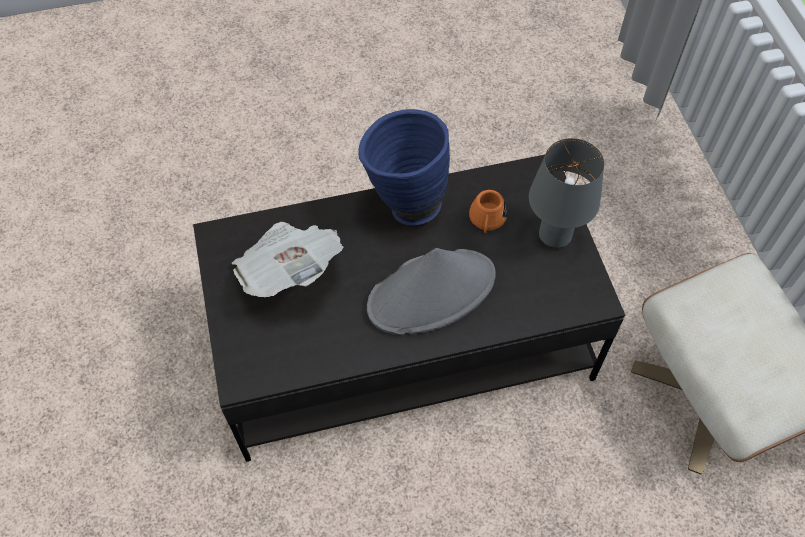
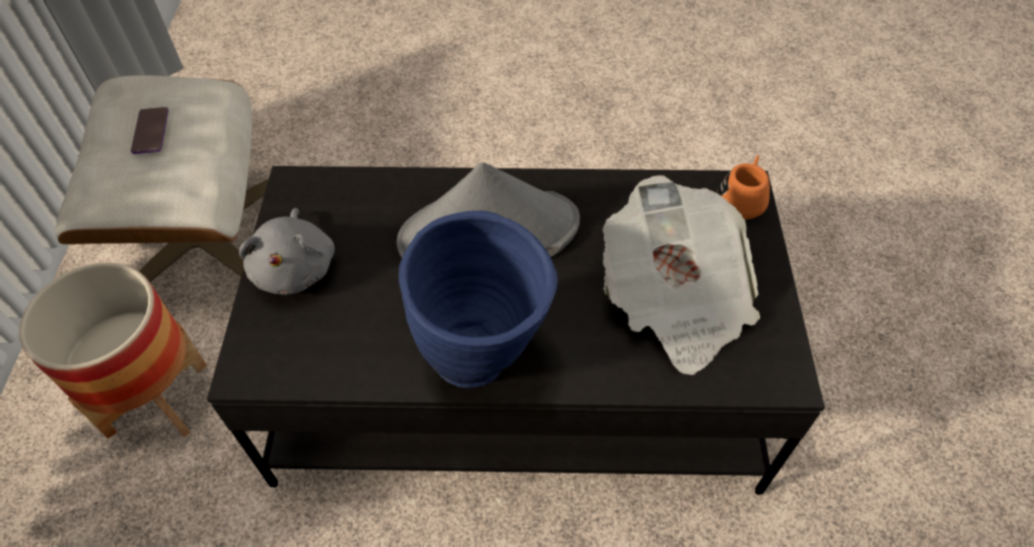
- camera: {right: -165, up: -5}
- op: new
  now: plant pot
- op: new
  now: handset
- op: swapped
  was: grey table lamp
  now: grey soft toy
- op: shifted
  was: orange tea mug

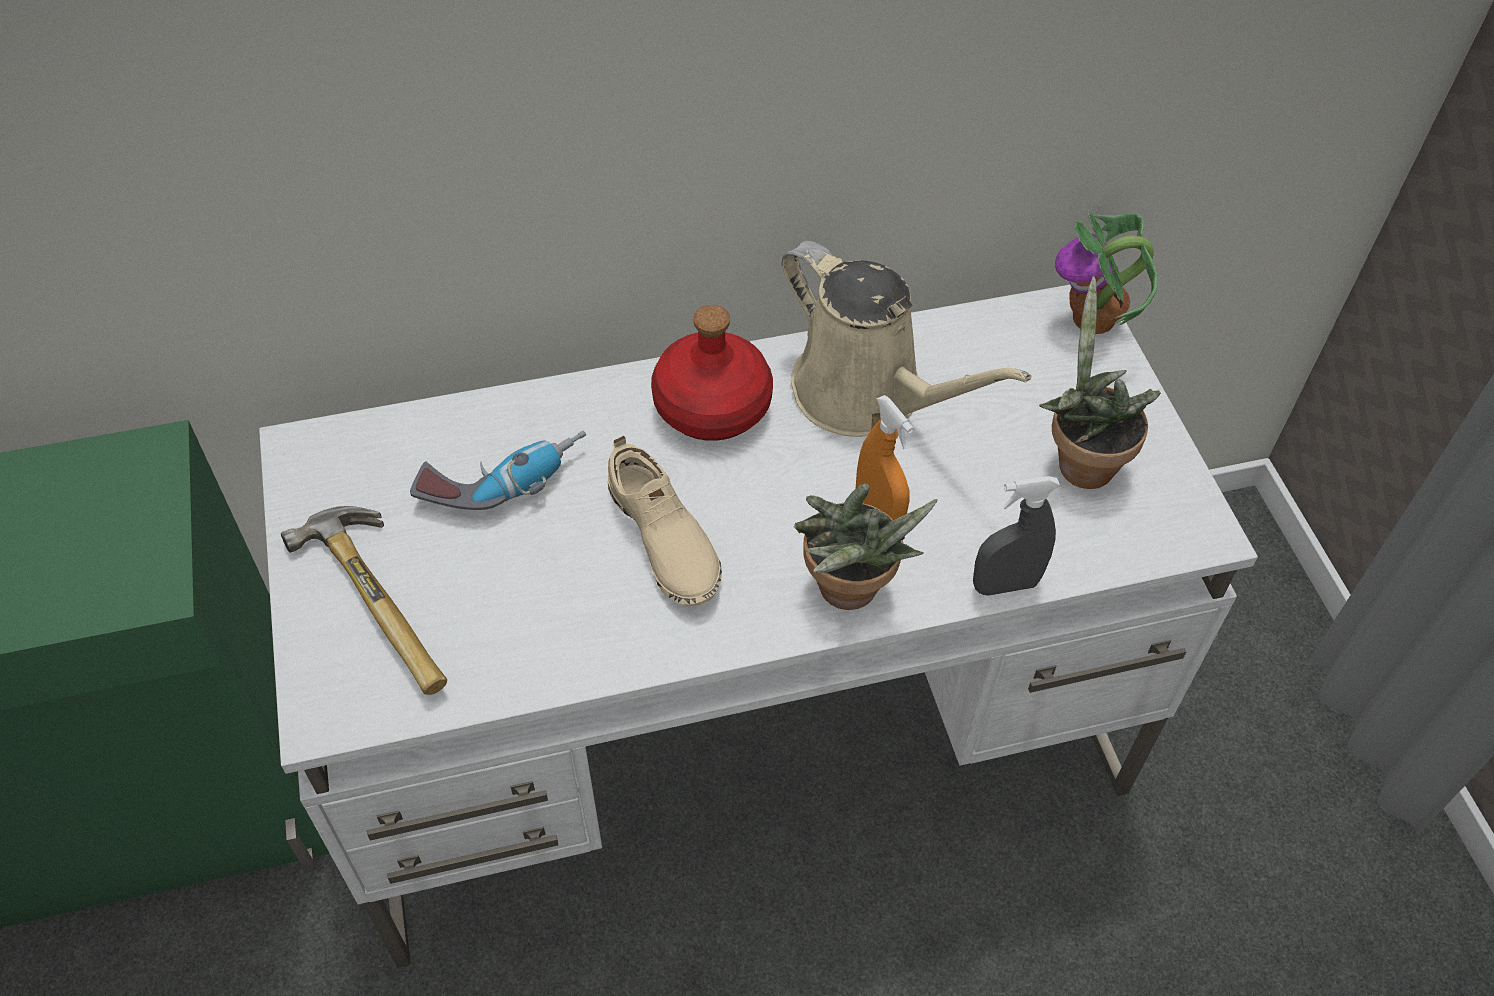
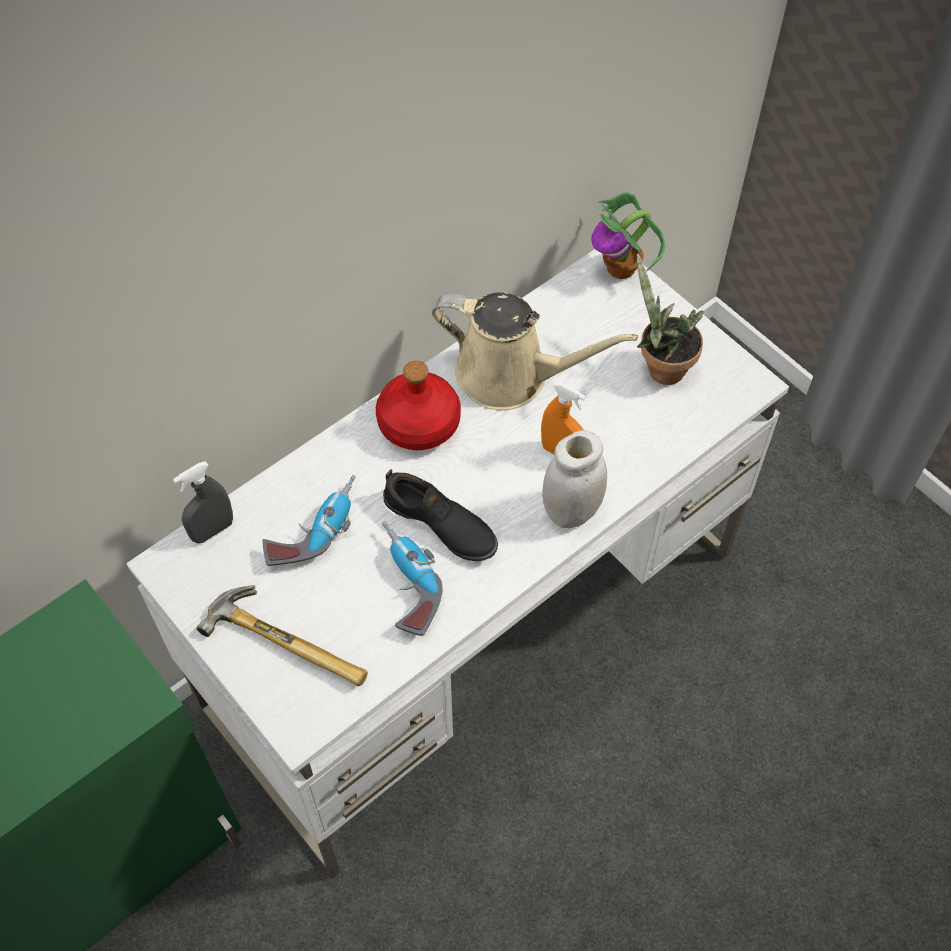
- camera: {right: -25, up: 5}
- op: shifted
  was: grey spray bottle
- op: new
  now: drill (no. 2 from left)
- op: repainted
  was: beige-coloured item of footwear
  now: black-coloured item of footwear
- op: swapped
  was: potted plant (no. 1 from left)
  now: white jar

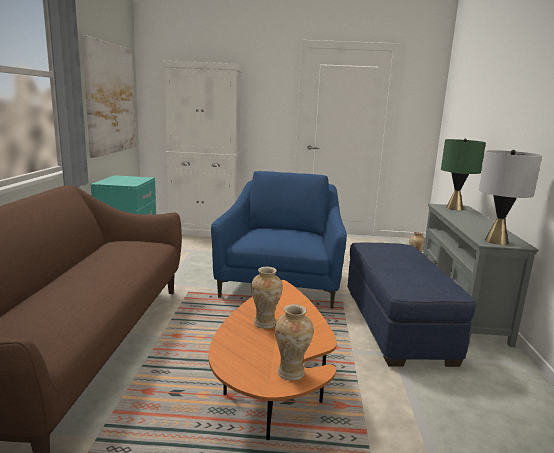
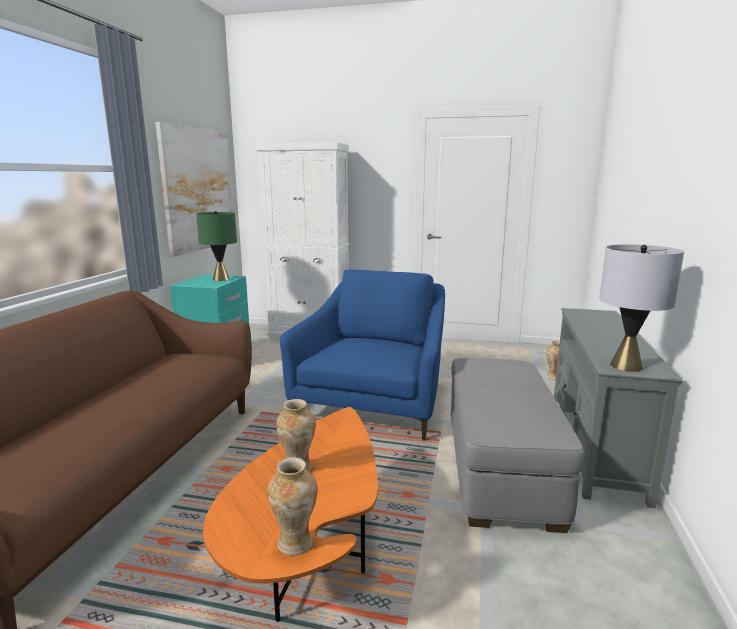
- camera: {right: 10, up: 0}
- op: shifted
  was: greenish table lamp
- op: repainted
  was: bluish pouffe
  now: grey pouffe

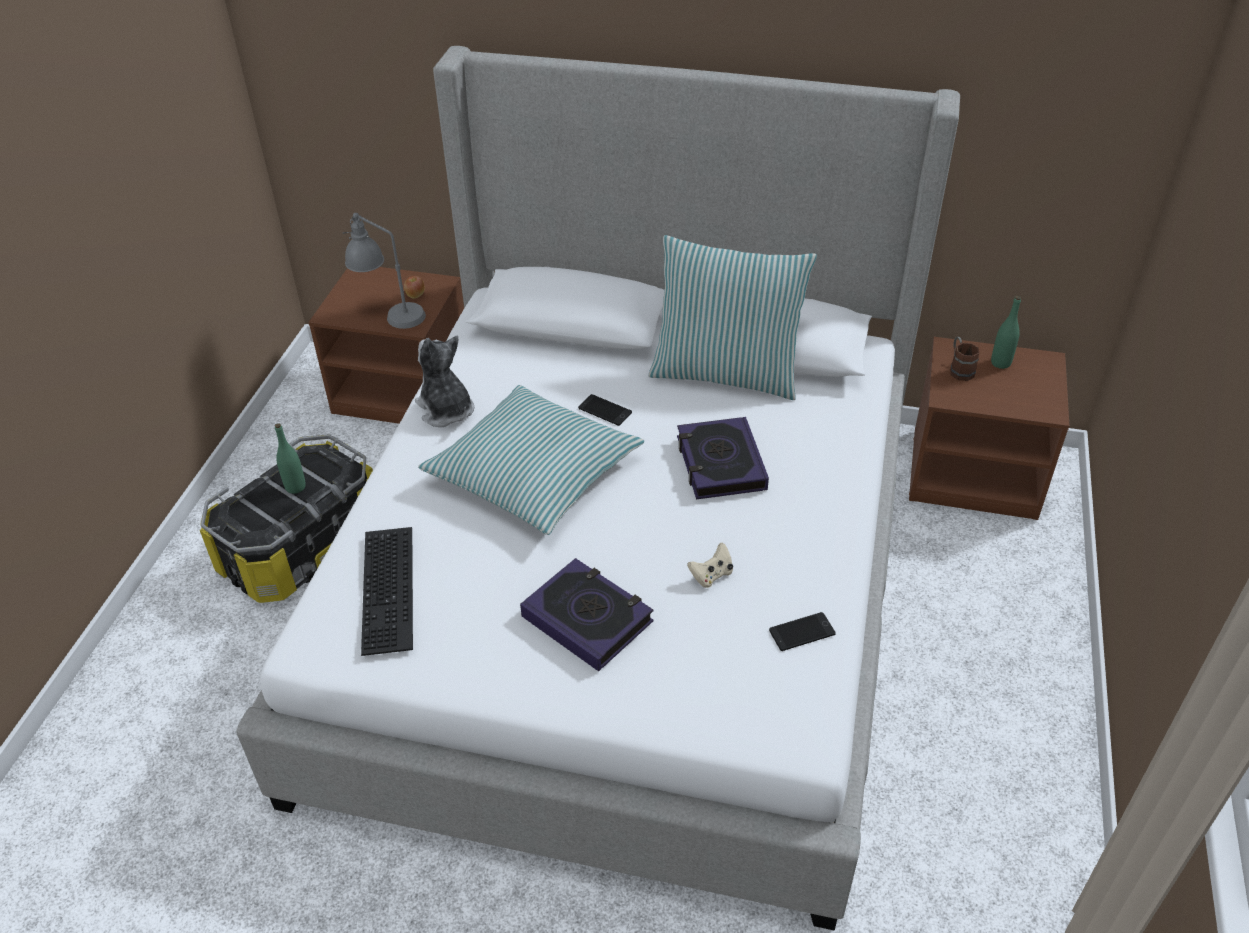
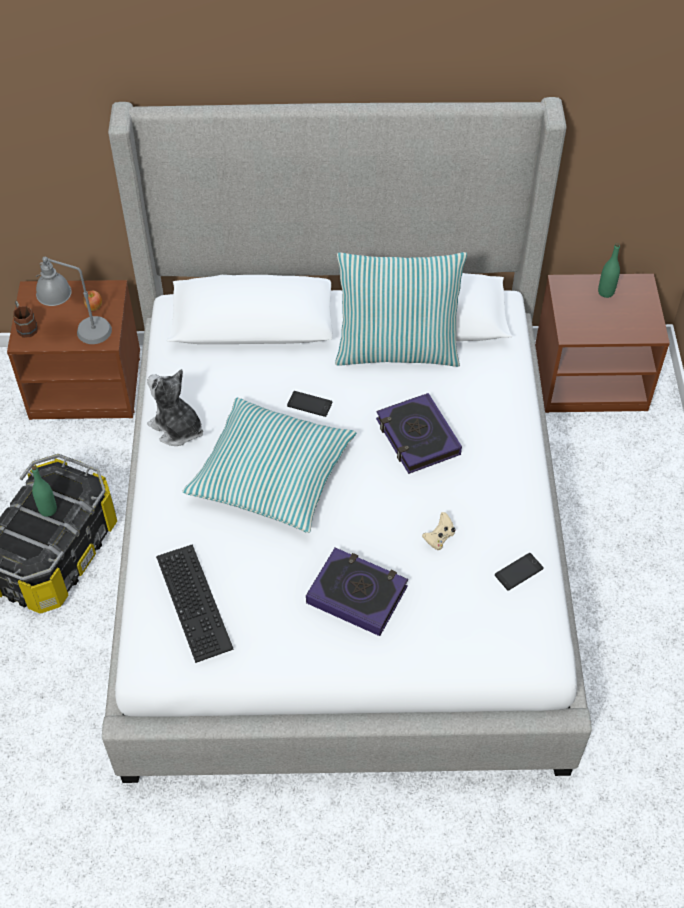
- camera: {right: -15, up: 10}
- op: shifted
  was: brown tea mug

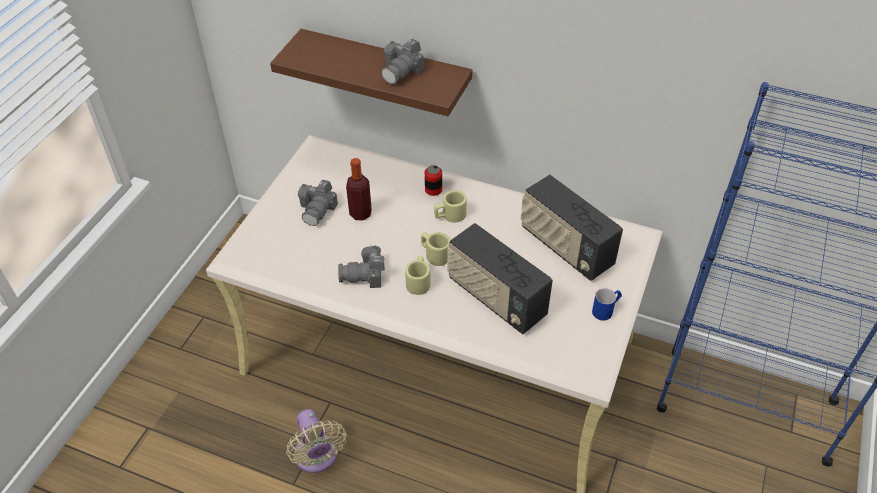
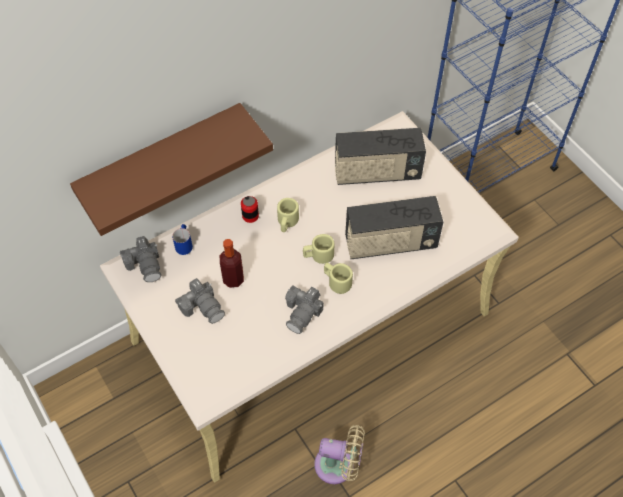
- camera: {right: -55, up: 10}
- op: shifted
  was: still camera (no. 3 from left in the first image)
  now: still camera (no. 1 from left)
- op: shifted
  was: bluish tea mug

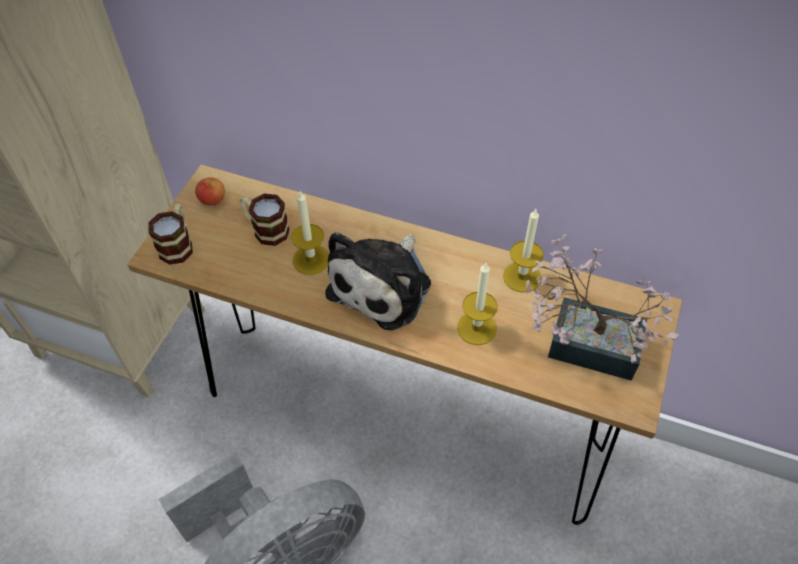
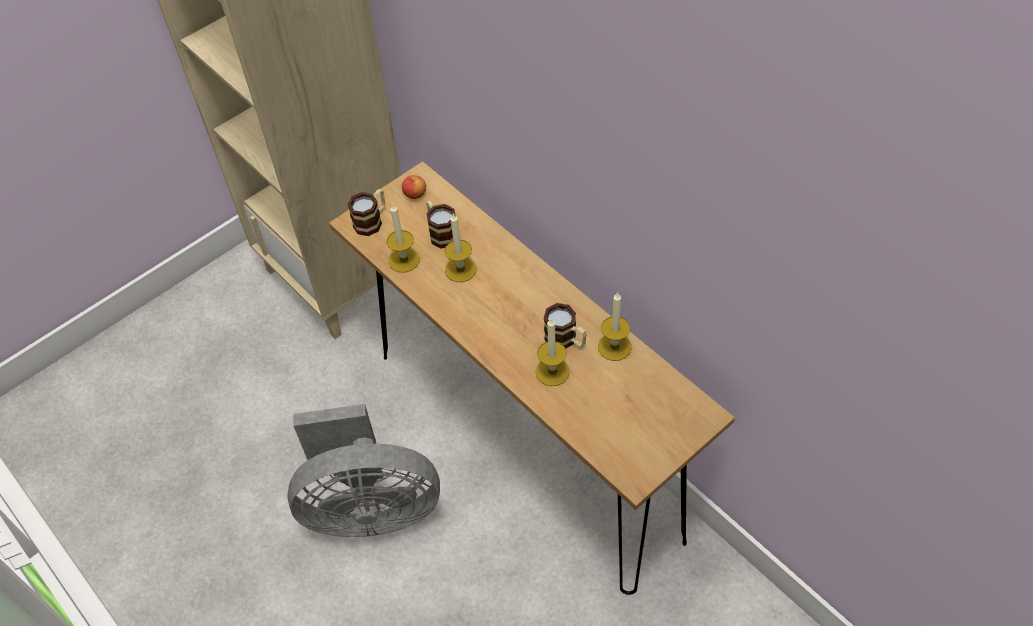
- camera: {right: 30, up: 0}
- op: new
  now: wax light (no. 1 from left)
- op: new
  now: tea mug (no. 3 from left)
- op: gone
  was: soft toy
- op: gone
  was: potted plant

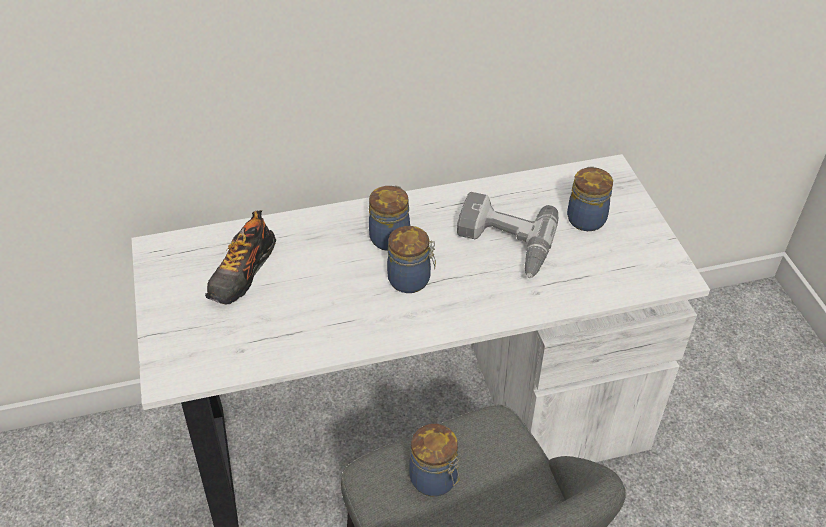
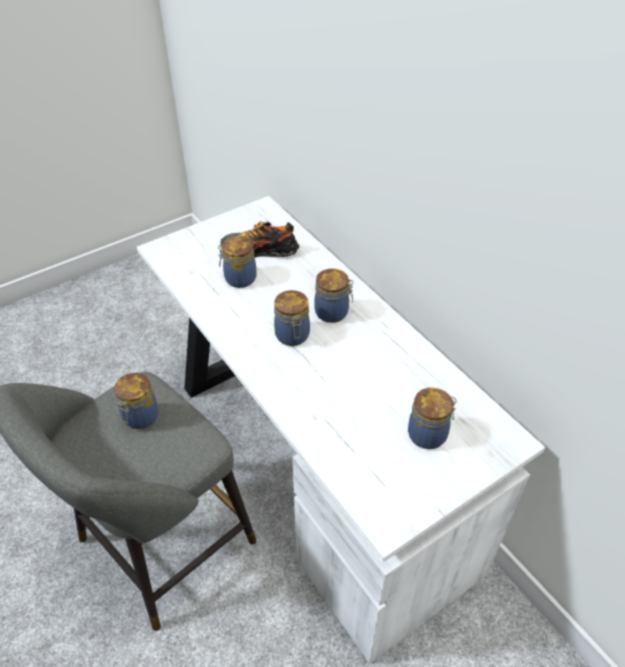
- camera: {right: 70, up: 0}
- op: new
  now: jar (no. 2 from left)
- op: gone
  was: drill

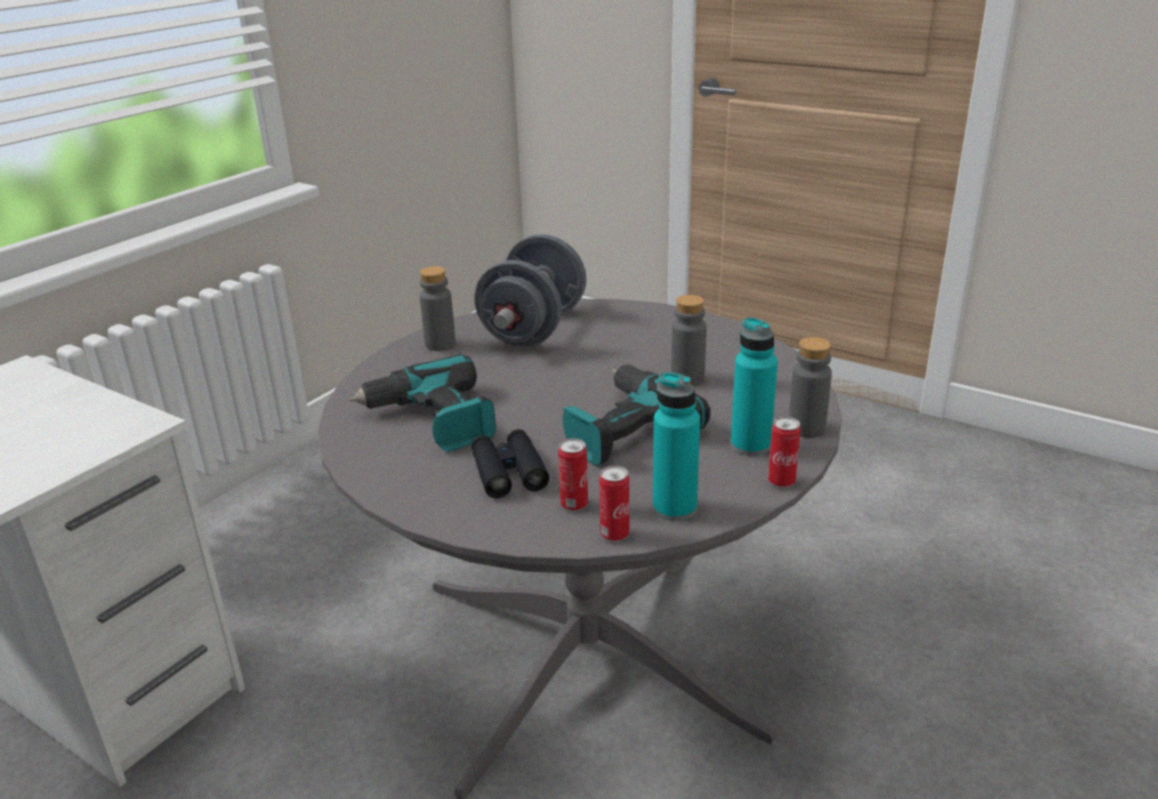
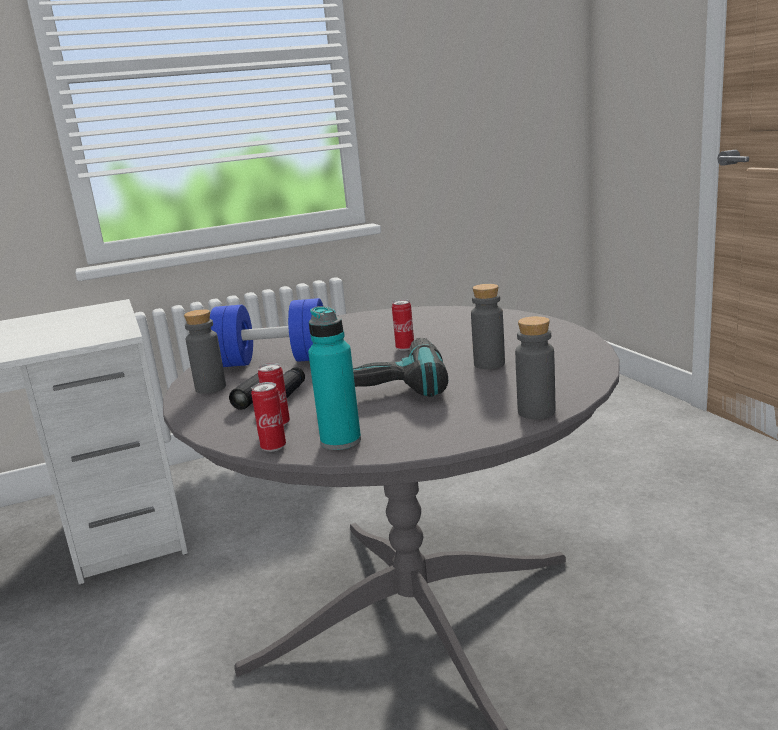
- camera: {right: 35, up: -10}
- op: shifted
  was: grey beverage bottle (no. 1 from left)
- op: swapped
  was: drill (no. 1 from left)
  now: bluish dumbbell
- op: shifted
  was: metal can (no. 3 from left)
- op: gone
  was: grey dumbbell
- op: gone
  was: turquoise-coloured beverage bottle (no. 2 from left)

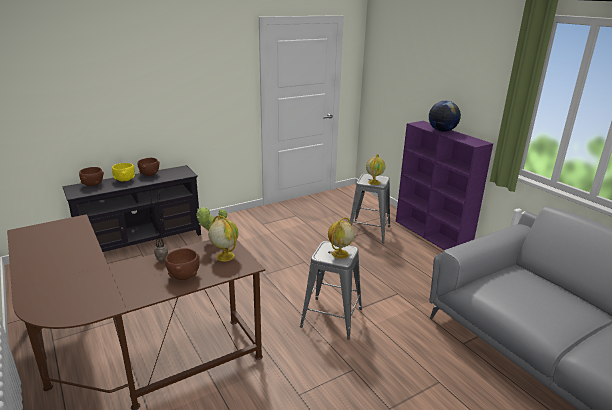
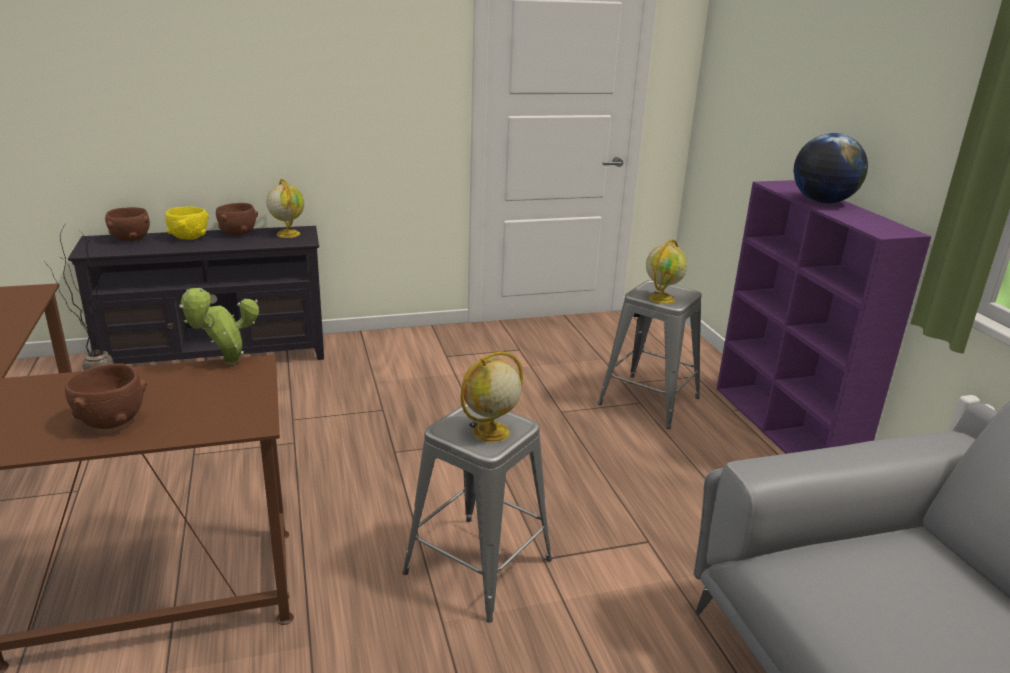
- camera: {right: 15, up: 0}
- op: shifted
  was: desk globe (no. 1 from left)

